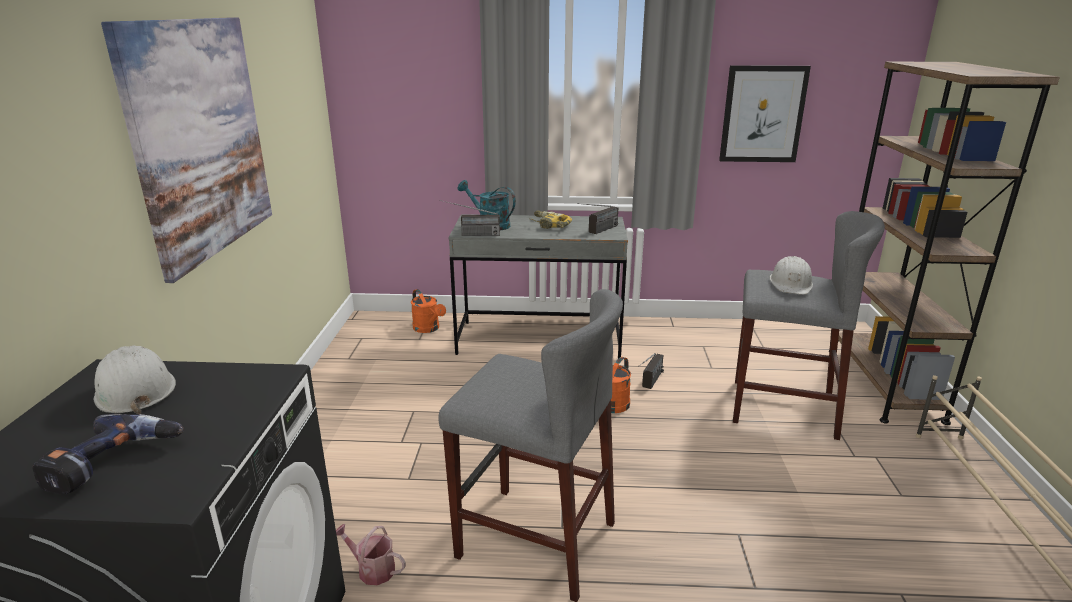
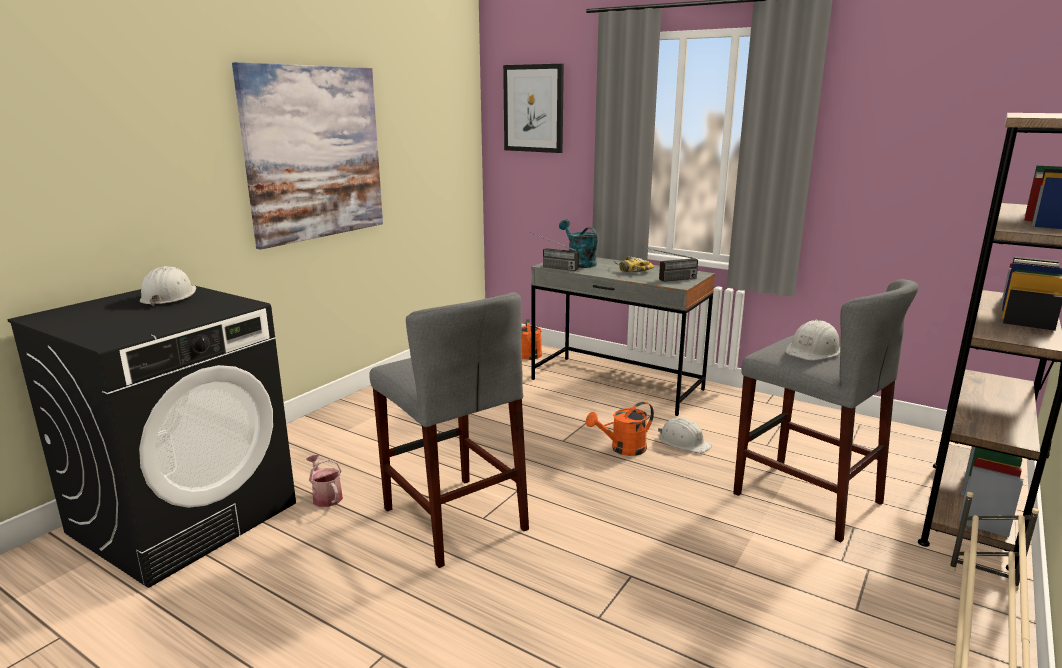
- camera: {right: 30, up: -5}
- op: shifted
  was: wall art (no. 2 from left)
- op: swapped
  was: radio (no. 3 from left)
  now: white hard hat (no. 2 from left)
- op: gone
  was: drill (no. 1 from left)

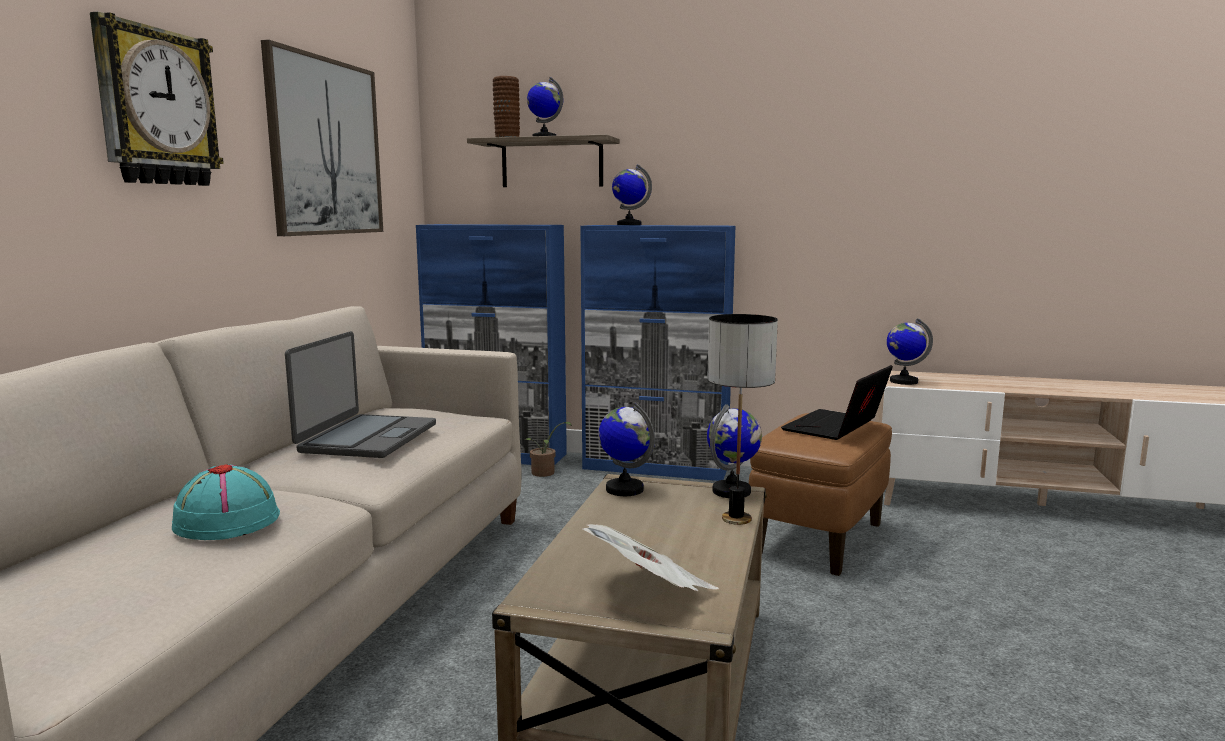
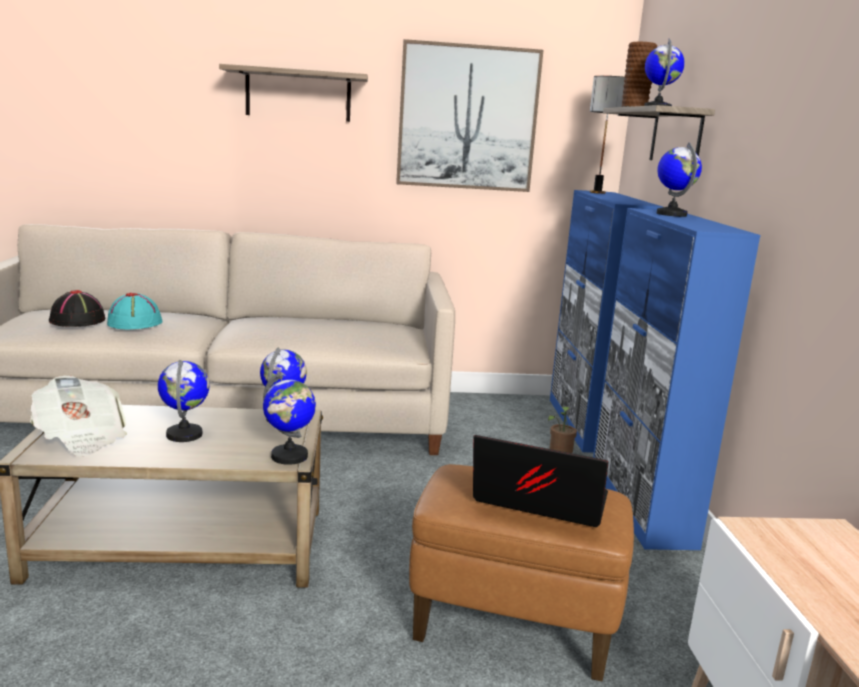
- camera: {right: 70, up: 5}
- op: new
  now: black-coloured hat
- op: shifted
  was: desk globe (no. 5 from left in the first image)
  now: desk globe (no. 1 from left)
- op: swapped
  was: hanging clock
  now: bracket shelf (no. 1 from left)
- op: shifted
  was: table lamp
- op: gone
  was: portable computer (no. 1 from left)

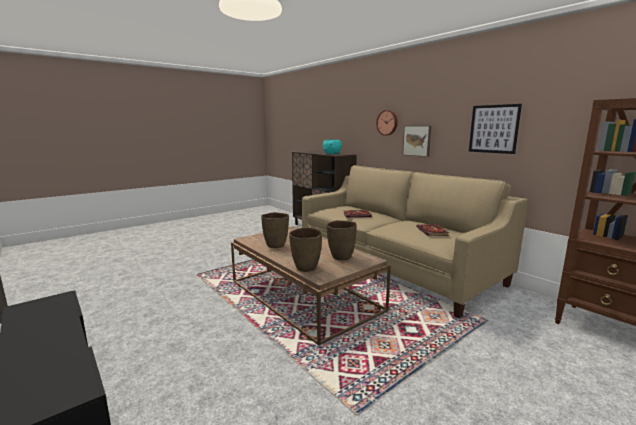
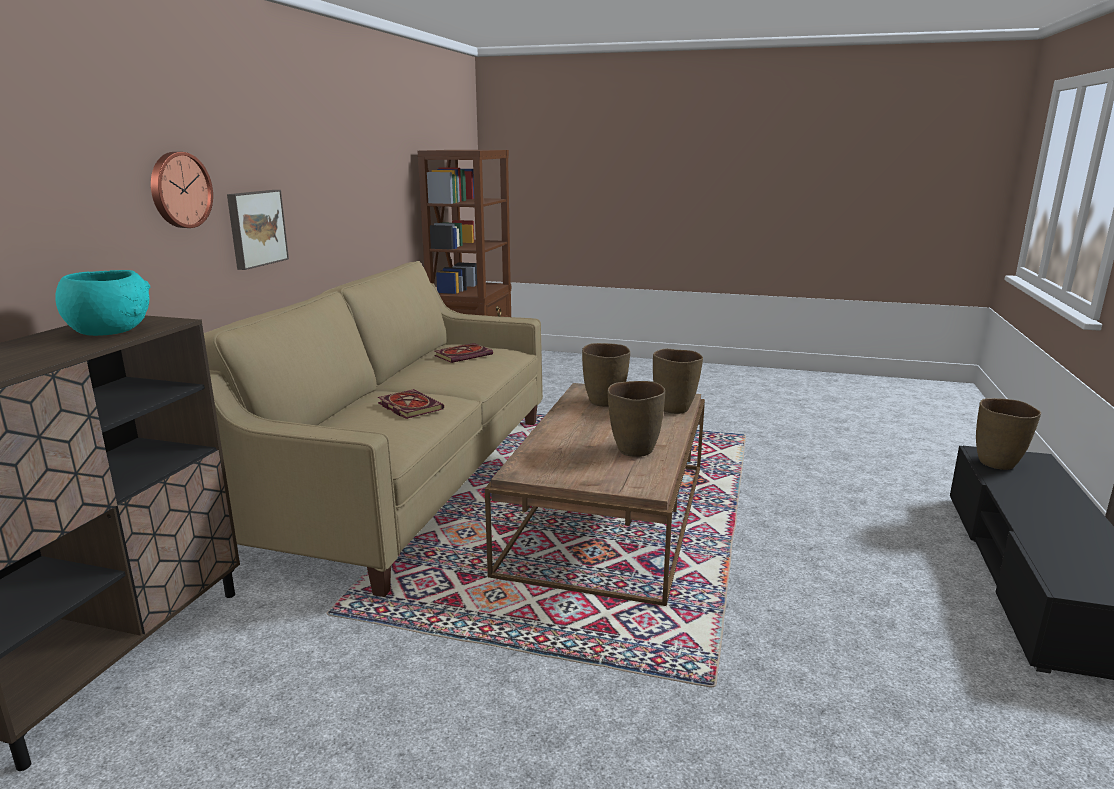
- camera: {right: -125, up: 5}
- op: new
  now: brown vase (no. 4 from left)
- op: gone
  was: wall art (no. 2 from left)

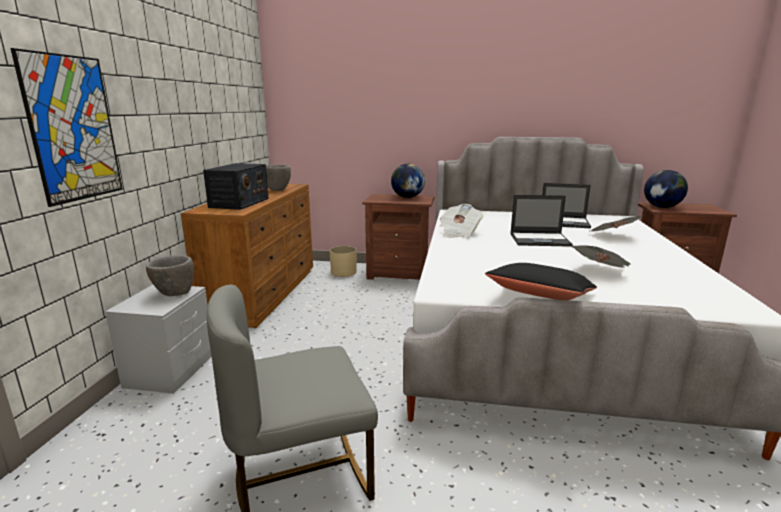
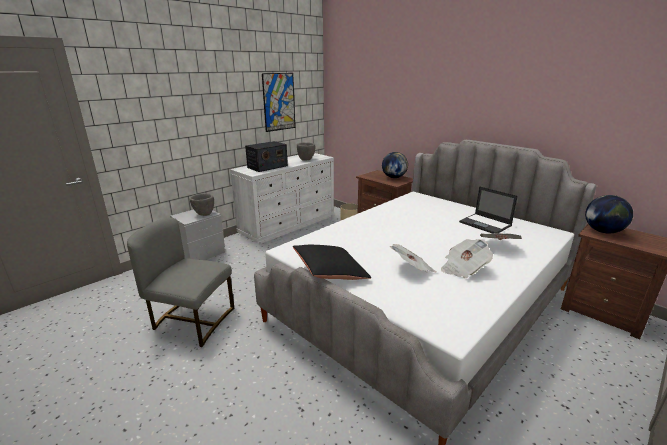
- camera: {right: 35, up: 5}
- op: repainted
  was: brown dresser
  now: white dresser
- op: shifted
  was: wall art
- op: shifted
  was: printed paper (no. 1 from left in the first image)
  now: printed paper (no. 2 from left)
- op: gone
  was: portable computer (no. 1 from left)

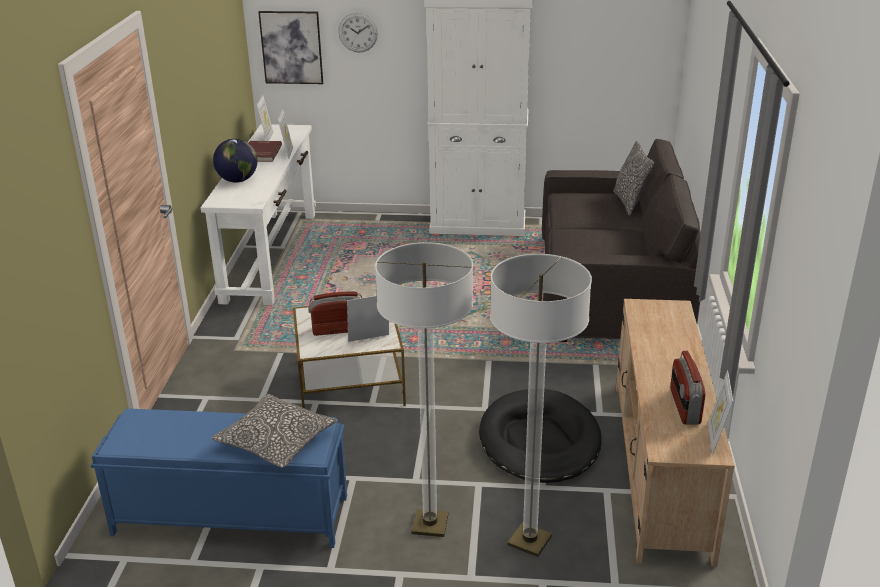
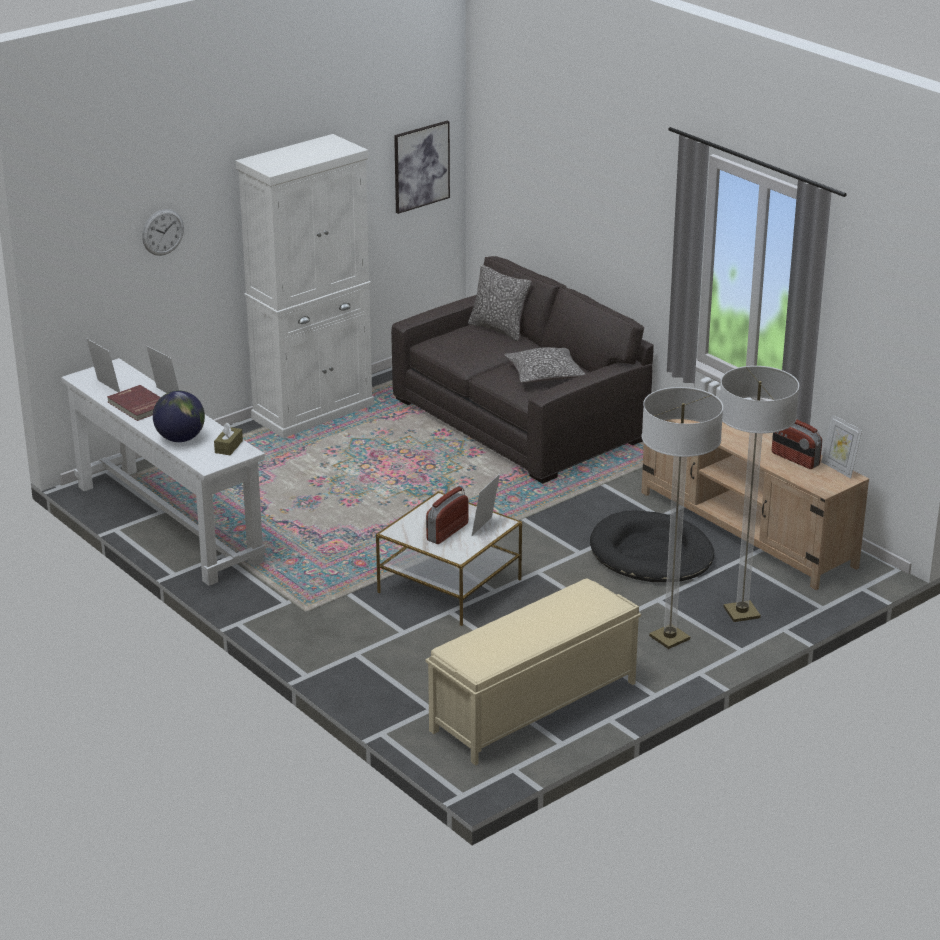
- camera: {right: -45, up: 0}
- op: new
  now: brown tissue holder
- op: shifted
  was: wall art
- op: repainted
  was: bluish indoor bench
  now: beige-coloured indoor bench
- op: shifted
  was: cushion (no. 1 from left in the first image)
  now: cushion (no. 2 from left)

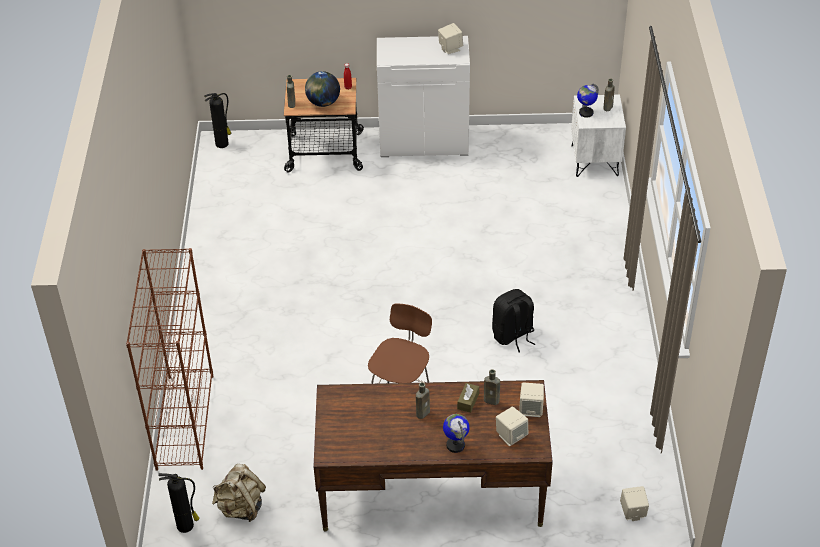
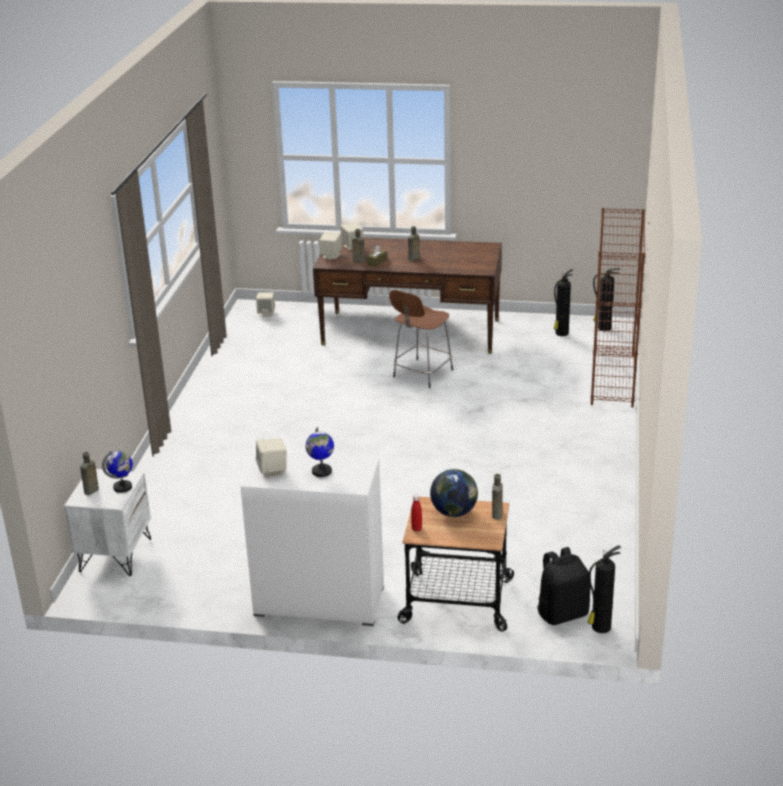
- camera: {right: -170, up: -15}
- op: shifted
  was: desk globe (no. 2 from left)
- op: shifted
  was: black-coloured backpack
- op: swapped
  was: beige-coloured backpack
  now: extinguisher (no. 1 from left)

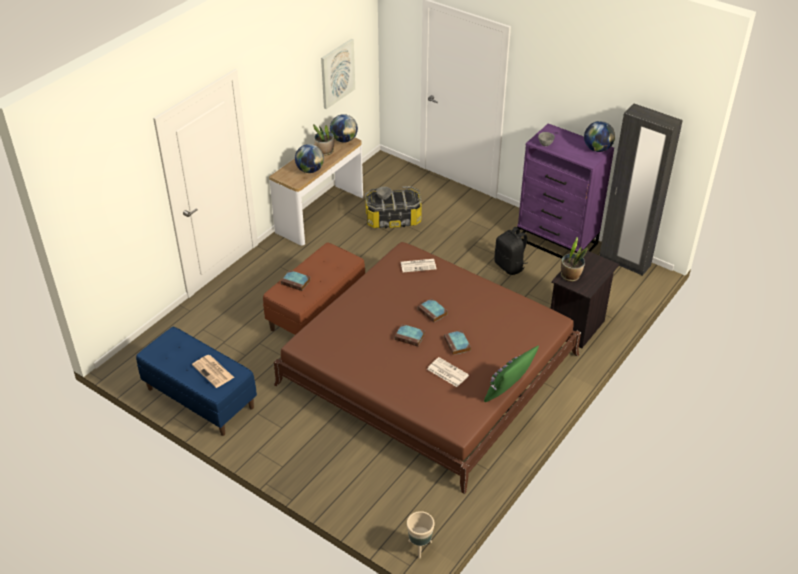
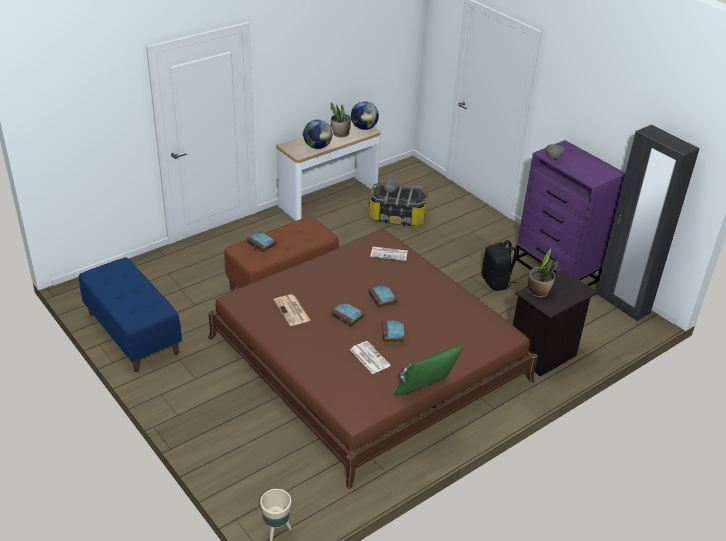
- camera: {right: 15, up: -5}
- op: shifted
  was: printed paper (no. 1 from left)
- op: gone
  was: wall art
- op: gone
  was: desk globe (no. 3 from left)

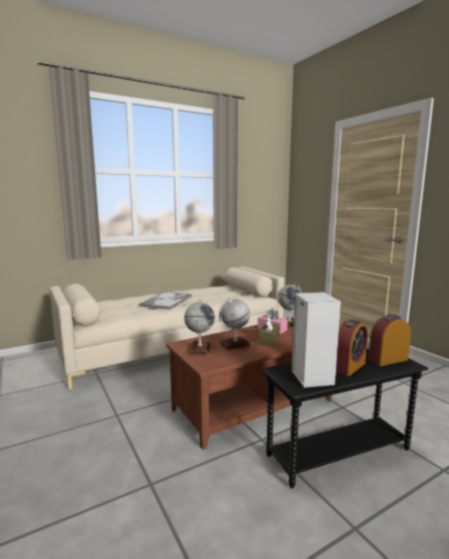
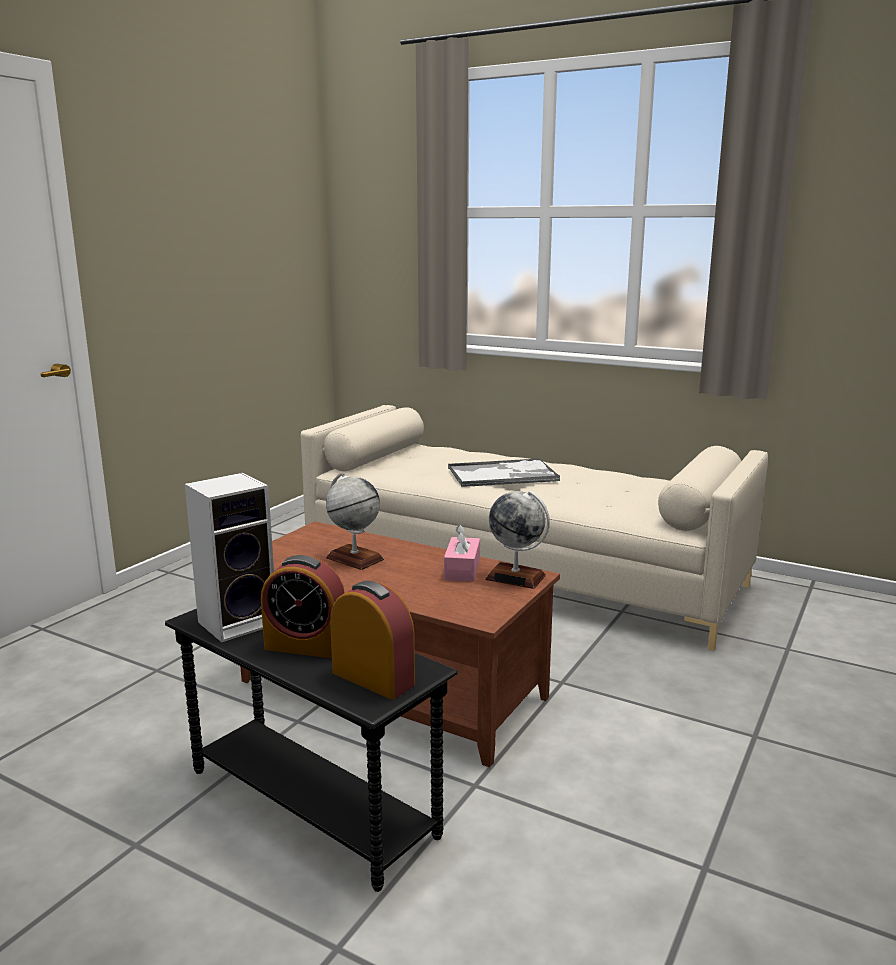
- camera: {right: 60, up: 5}
- op: gone
  was: desk globe (no. 1 from left)
- op: gone
  was: brown tissue holder

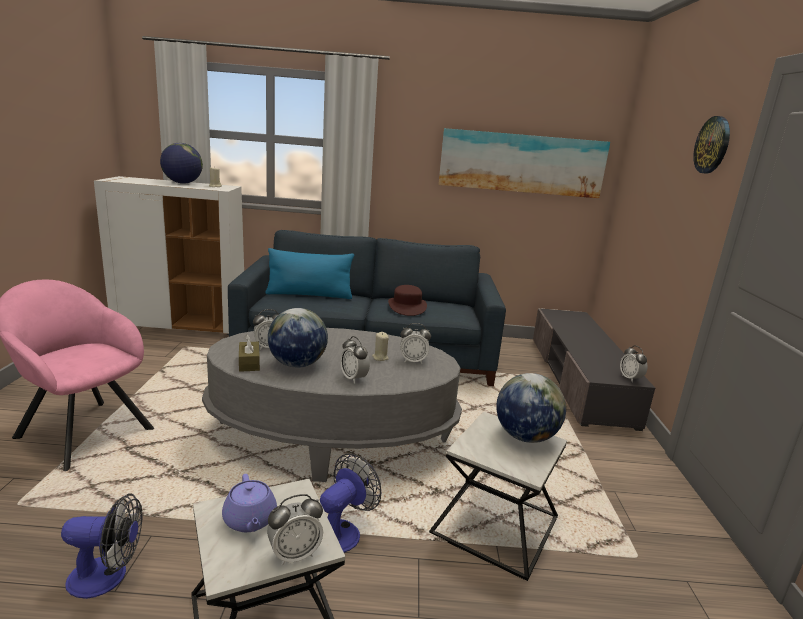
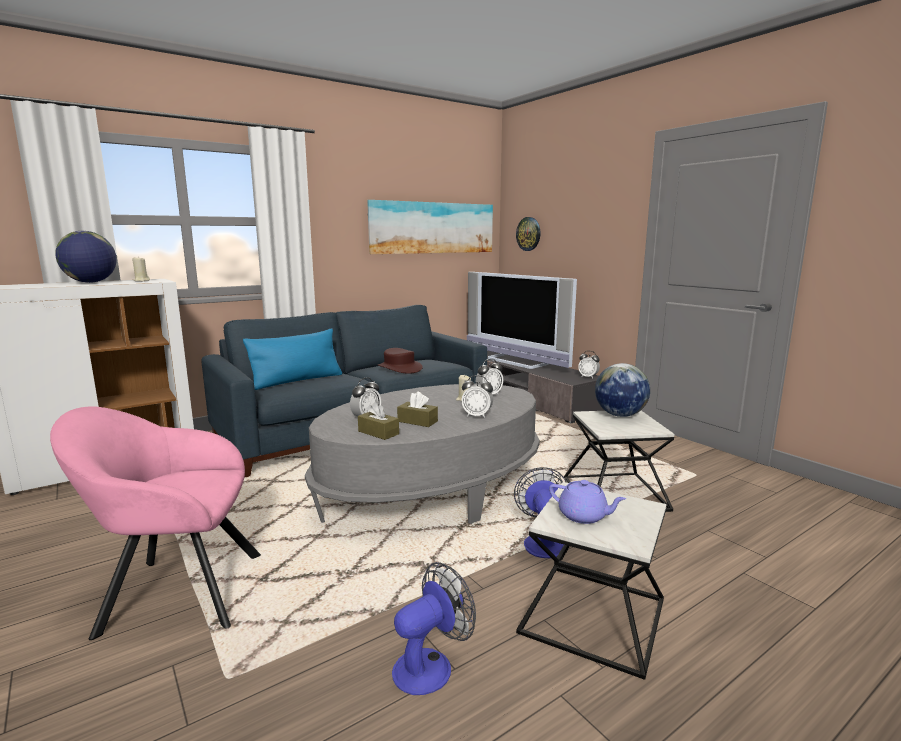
- camera: {right: -35, up: -5}
- op: swapped
  was: desk globe (no. 2 from left)
  now: brown tissue holder (no. 2 from left)
- op: new
  now: TV set
- op: shifted
  was: hanging clock
- op: gone
  was: table clock (no. 2 from left)

